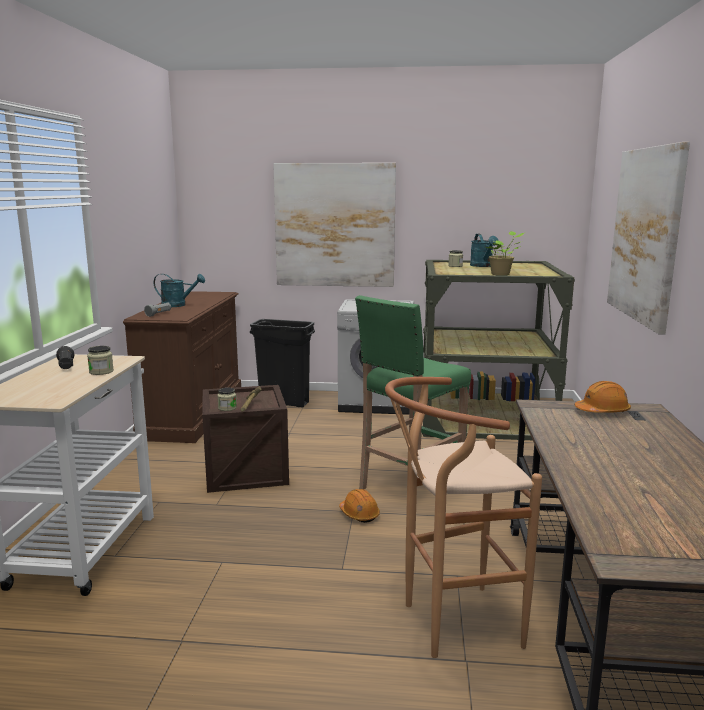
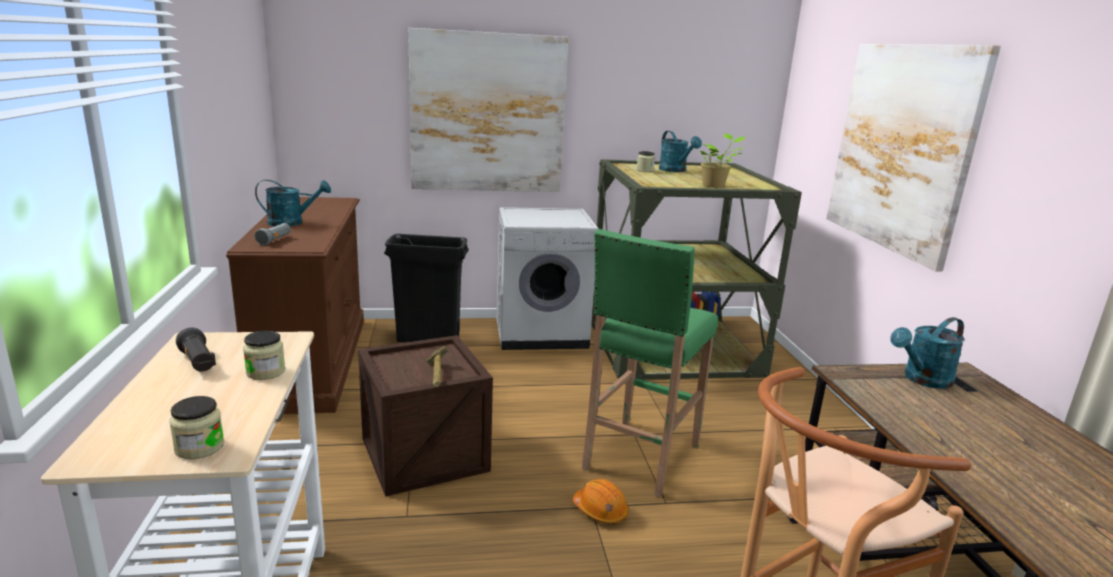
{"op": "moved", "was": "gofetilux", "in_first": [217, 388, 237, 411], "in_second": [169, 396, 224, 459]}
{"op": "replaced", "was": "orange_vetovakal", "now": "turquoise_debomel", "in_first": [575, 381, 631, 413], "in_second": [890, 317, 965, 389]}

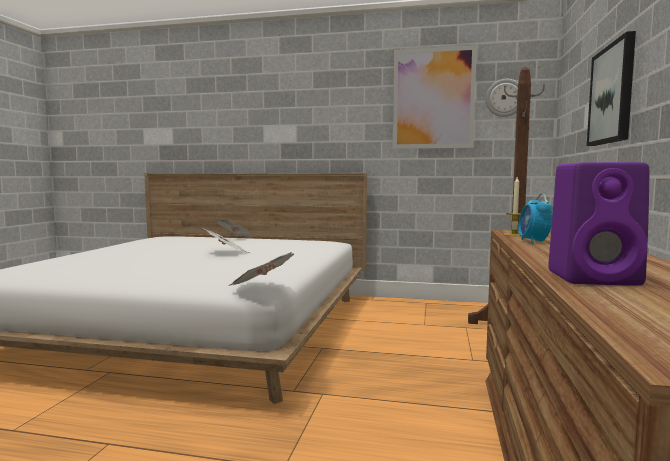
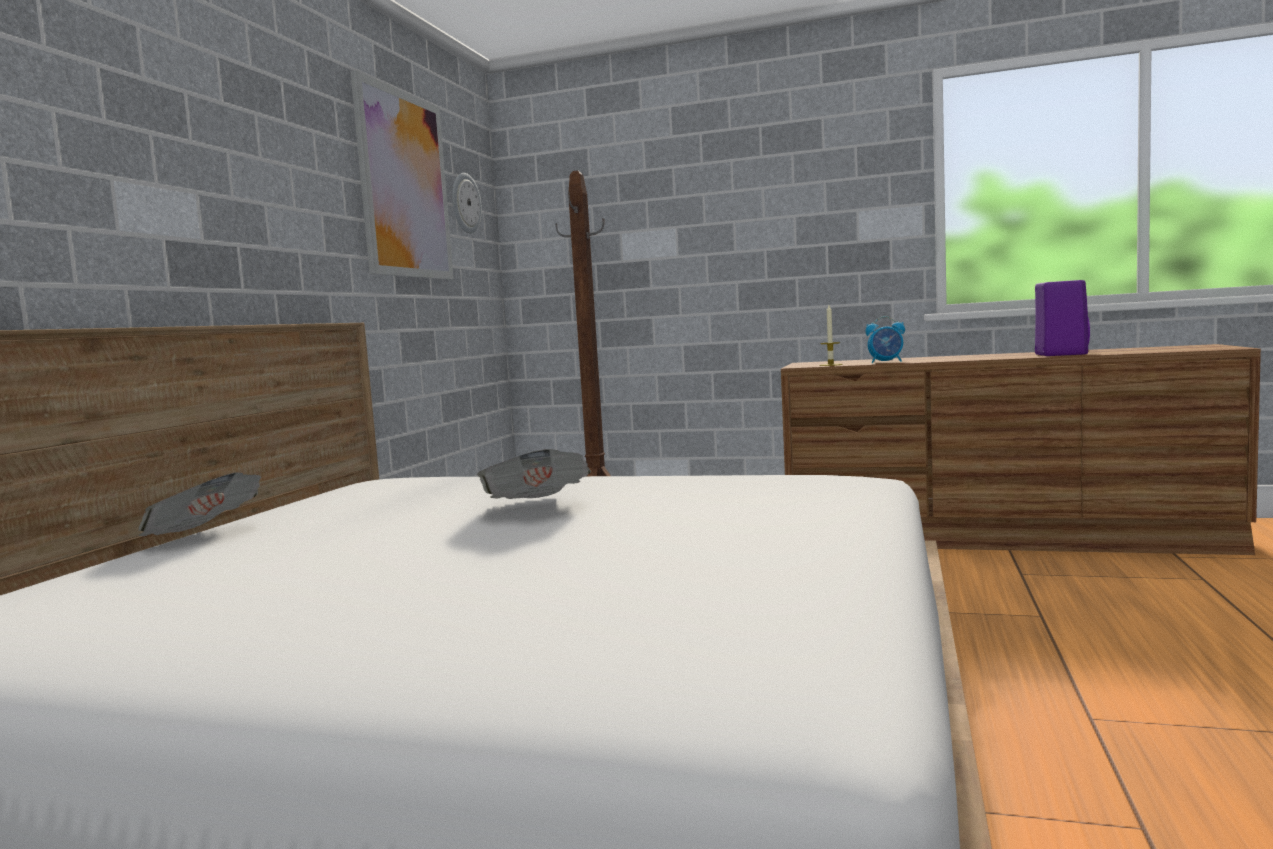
{"op": "removed", "was": "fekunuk", "in_first": [228, 252, 294, 286]}
{"op": "removed", "was": "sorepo", "in_first": [587, 31, 636, 146]}

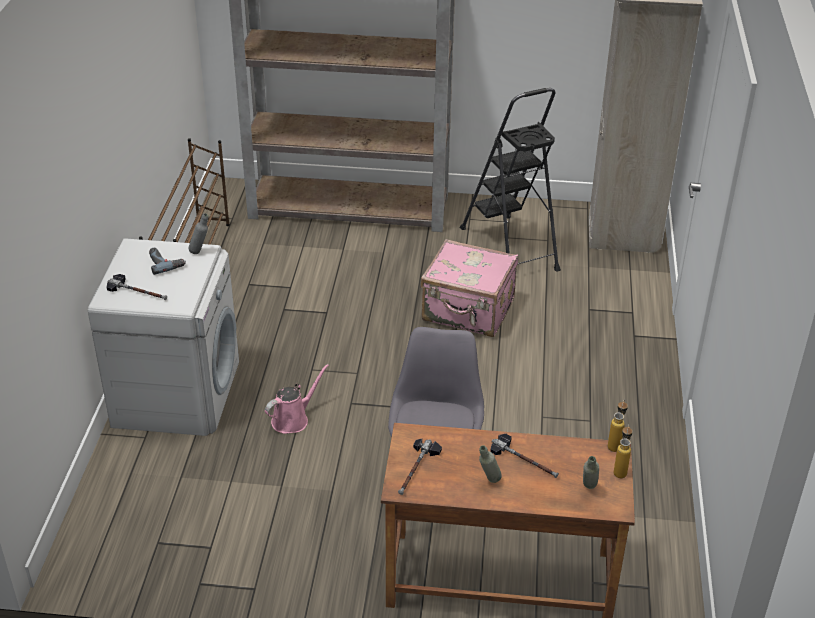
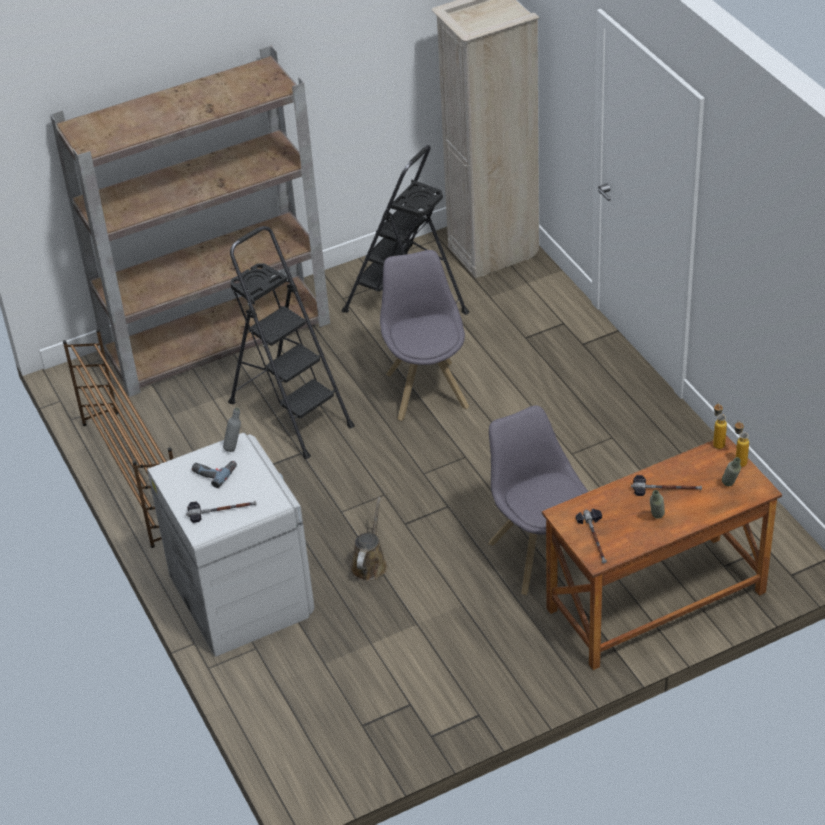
{"op": "added", "now": "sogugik", "in_second": [228, 226, 355, 459]}
{"op": "replaced", "was": "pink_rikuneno", "now": "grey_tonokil", "in_first": [421, 239, 518, 337], "in_second": [380, 250, 469, 421]}
{"op": "recoloured", "was": "pink_debomel", "now": "brown_debomel", "in_first": [265, 364, 329, 434], "in_second": [350, 497, 388, 581]}

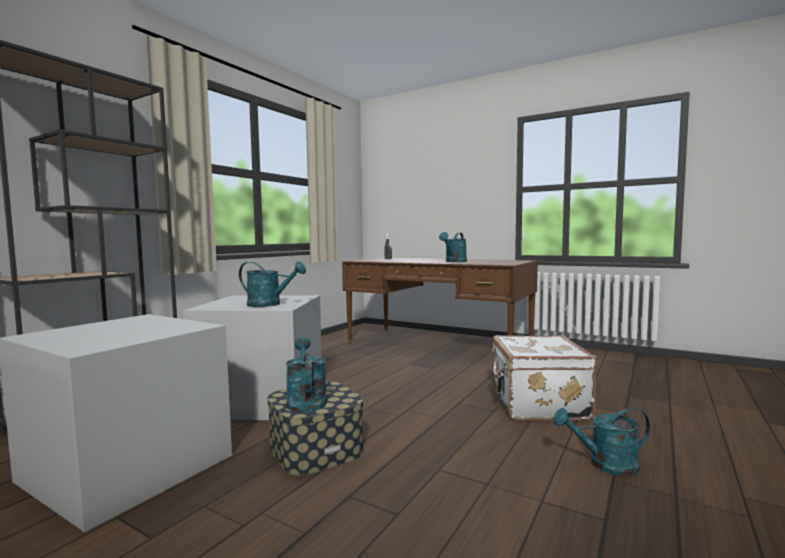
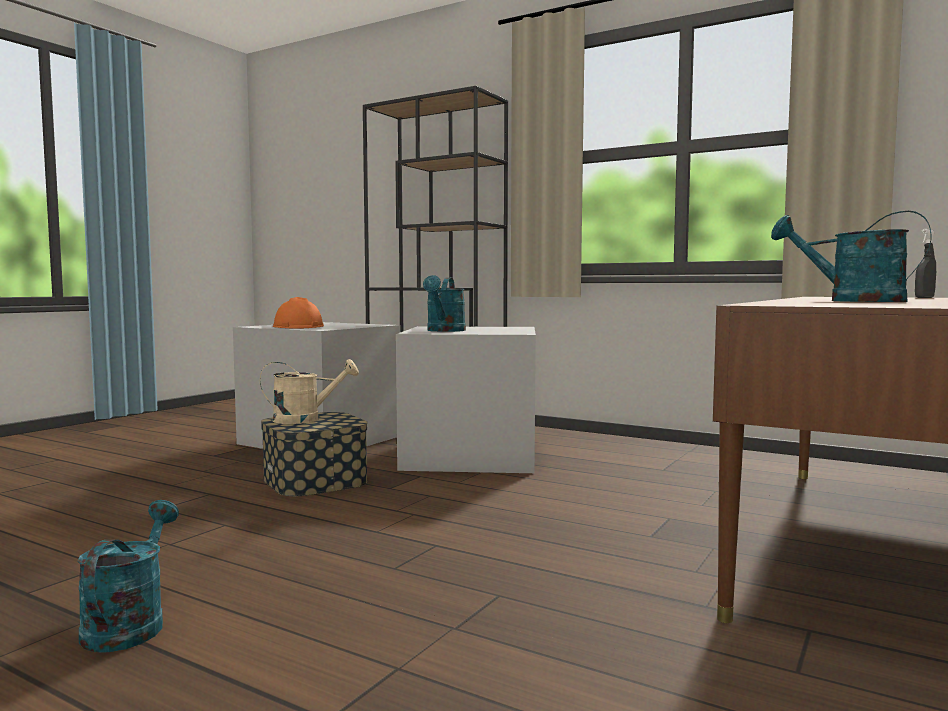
{"op": "removed", "was": "white_rikuneno", "in_first": [491, 335, 597, 420]}
{"op": "added", "now": "orange_vetovakal", "in_second": [273, 297, 324, 329]}
{"op": "recoloured", "was": "turquoise_debomel", "now": "beige_debomel", "in_first": [286, 337, 327, 412], "in_second": [260, 359, 359, 424]}

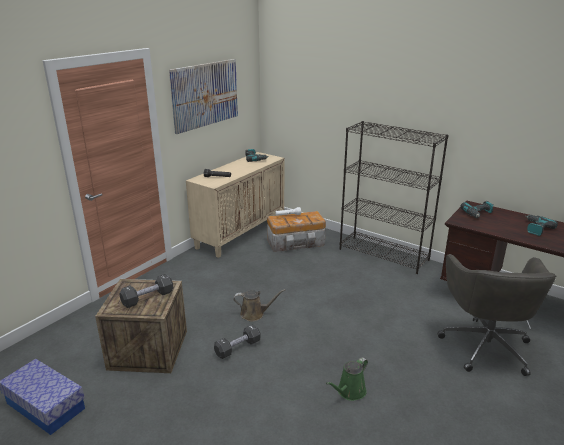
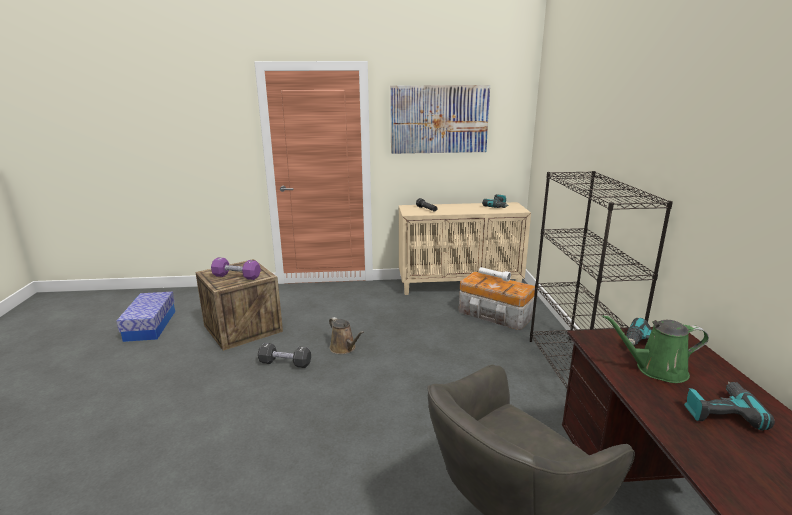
{"op": "moved", "was": "green_debomel", "in_first": [326, 357, 368, 401], "in_second": [603, 314, 709, 383]}
{"op": "recoloured", "was": "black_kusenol", "now": "purple_kusenol", "in_first": [119, 274, 173, 308], "in_second": [211, 257, 261, 280]}

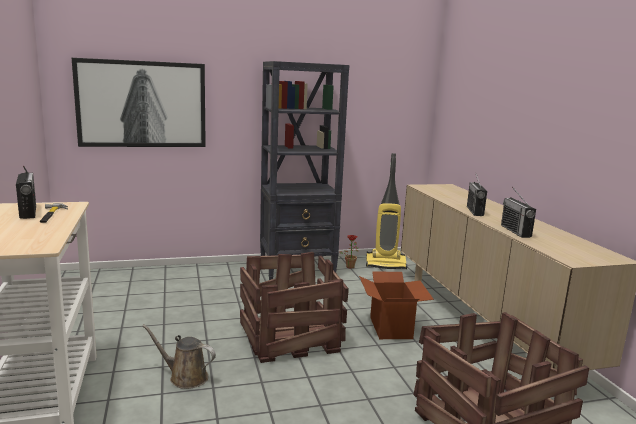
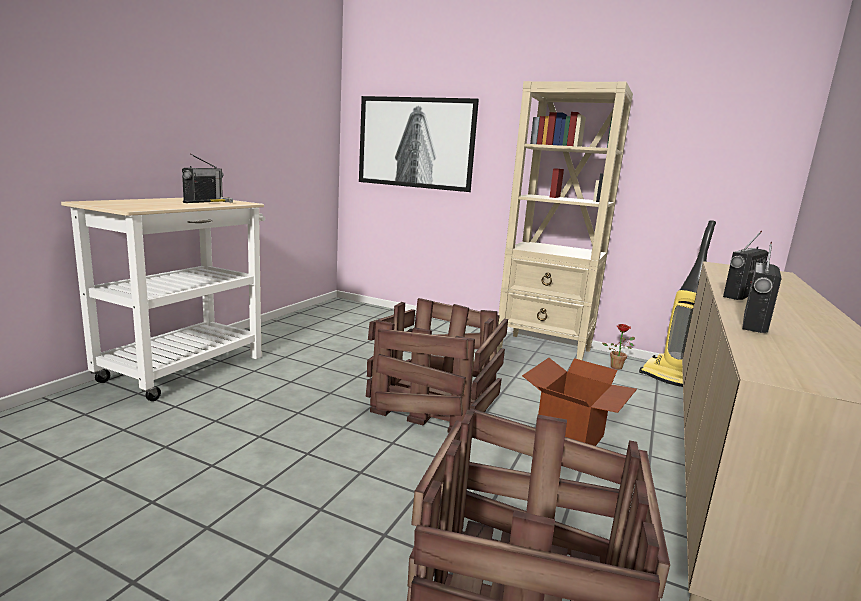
{"op": "removed", "was": "brown_debomel", "in_first": [142, 324, 216, 389]}
{"op": "recoloured", "was": "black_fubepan", "now": "beige_fubepan", "in_first": [260, 61, 350, 280], "in_second": [497, 81, 633, 361]}

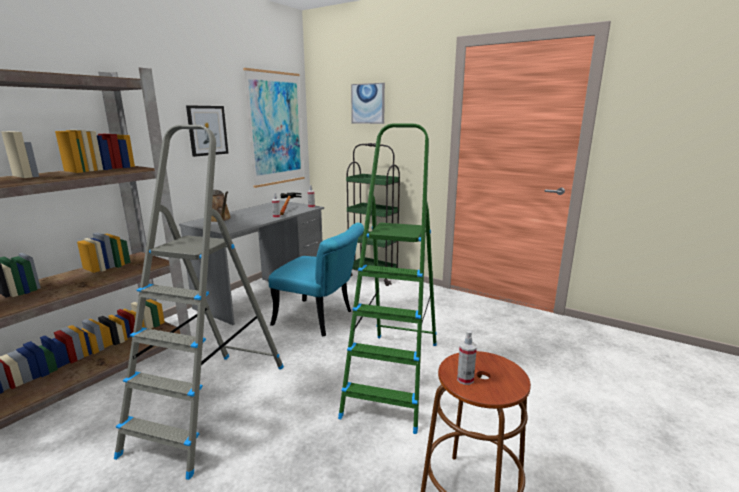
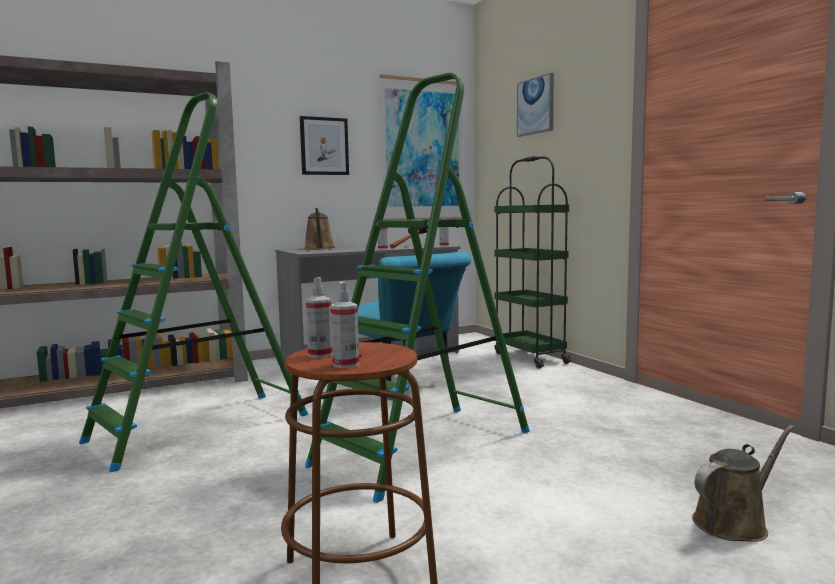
{"op": "added", "now": "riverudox", "in_second": [331, 282, 359, 368]}
{"op": "added", "now": "brown_debomel", "in_second": [692, 425, 795, 542]}
{"op": "recoloured", "was": "grey_sogugik", "now": "green_sogugik", "in_first": [114, 125, 284, 480], "in_second": [79, 92, 308, 472]}

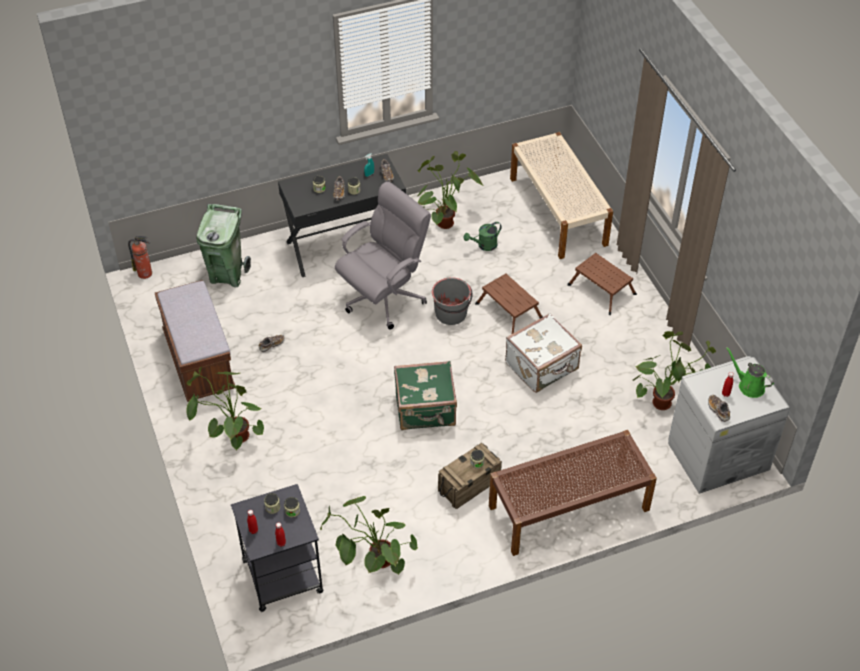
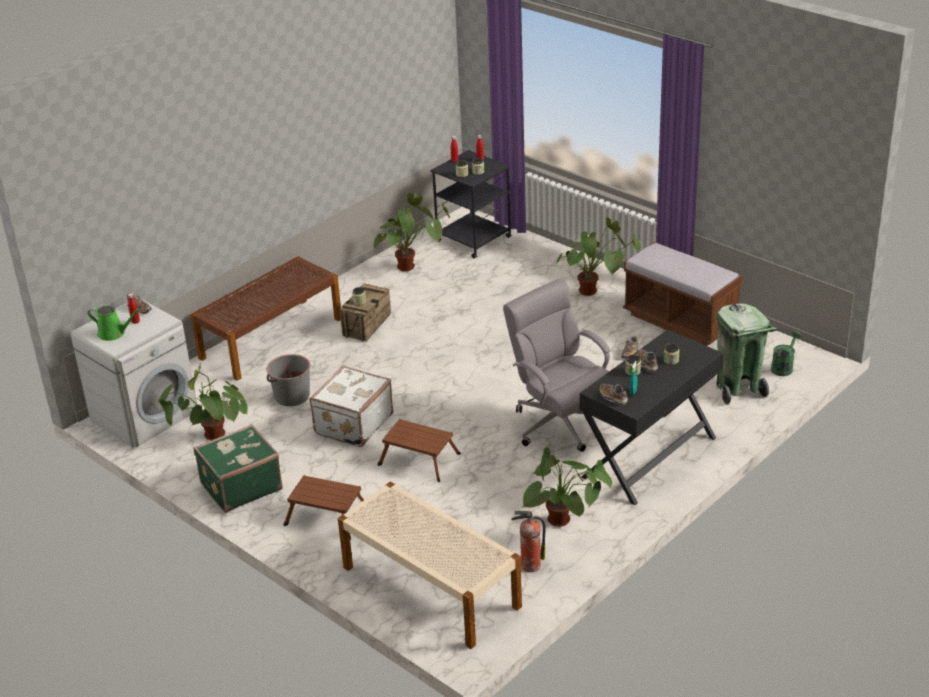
{"op": "moved", "was": "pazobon", "in_first": [128, 236, 152, 279], "in_second": [511, 511, 546, 572]}
{"op": "moved", "was": "green_rikuneno", "in_first": [394, 361, 457, 430], "in_second": [193, 424, 283, 513]}
{"op": "moved", "was": "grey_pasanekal", "in_first": [432, 277, 473, 325], "in_second": [267, 354, 310, 406]}
{"op": "moved", "was": "green_debomel", "in_first": [463, 222, 501, 251], "in_second": [771, 331, 801, 376]}
{"op": "turned", "was": "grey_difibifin", "in_first": [335, 181, 431, 329], "in_second": [503, 279, 610, 452], "clockwise": 120}

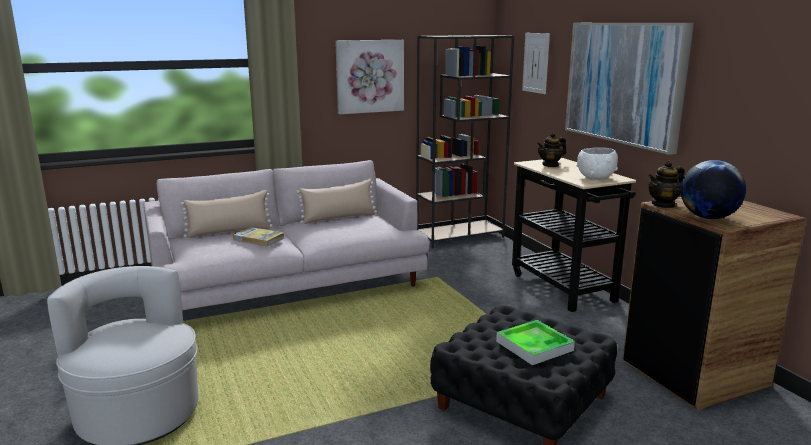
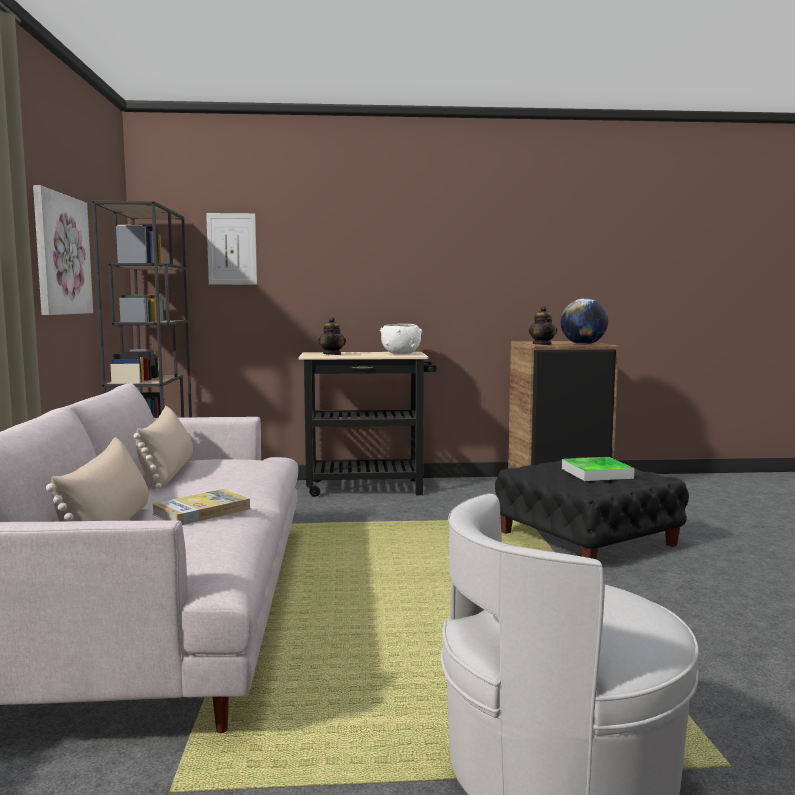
{"op": "removed", "was": "sorepo", "in_first": [565, 23, 694, 155]}

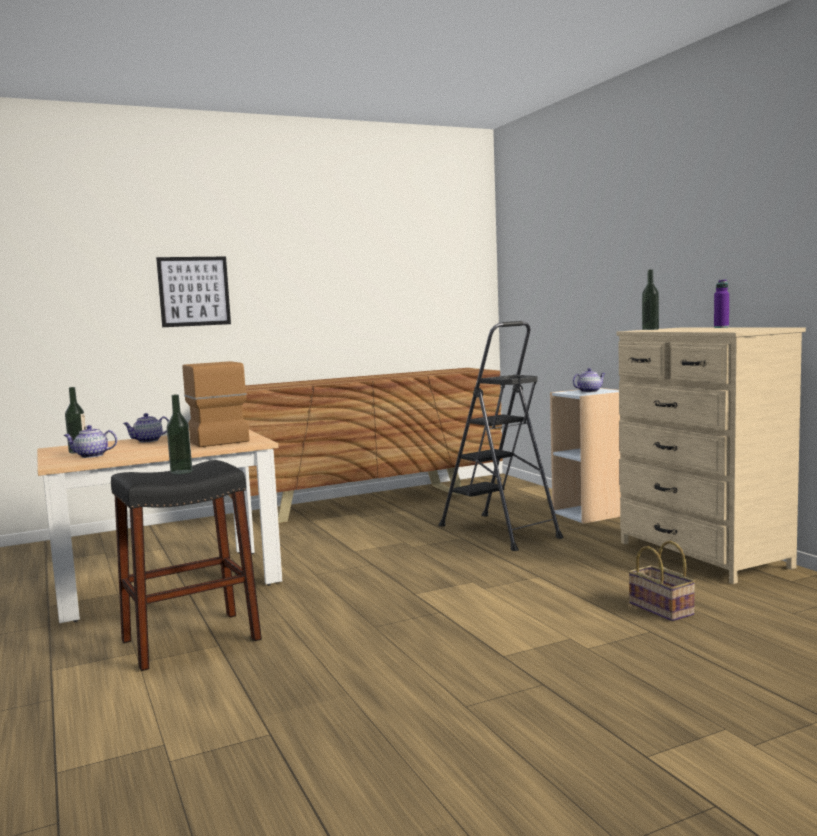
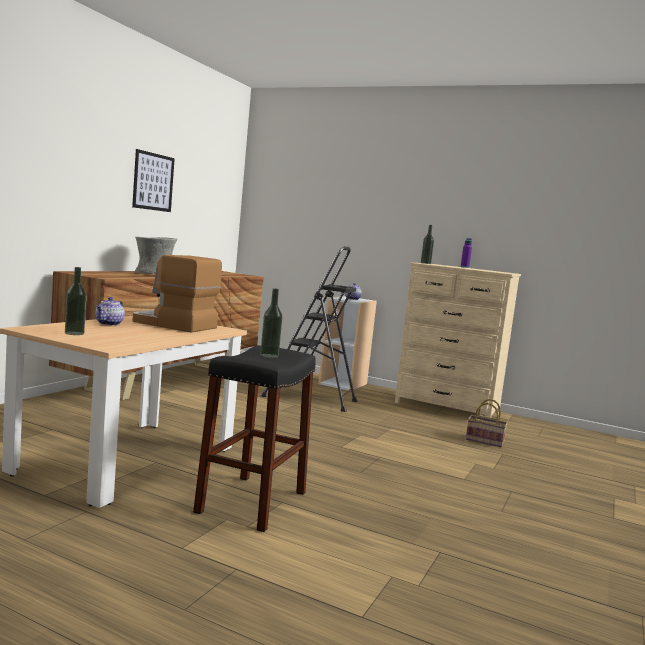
{"op": "removed", "was": "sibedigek", "in_first": [64, 425, 117, 458]}
{"op": "added", "now": "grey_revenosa", "in_second": [134, 237, 177, 274]}
{"op": "moved", "was": "sorepo", "in_first": [156, 257, 231, 327], "in_second": [132, 149, 175, 212]}

